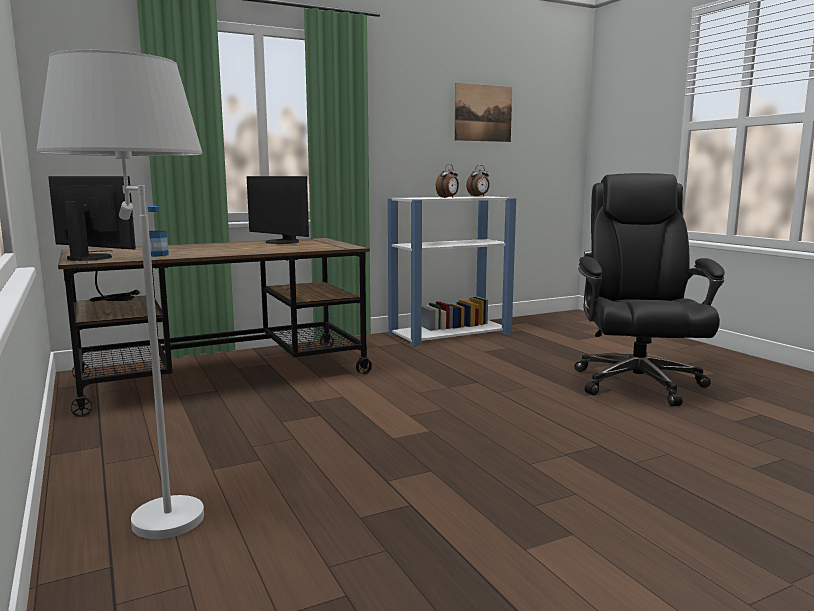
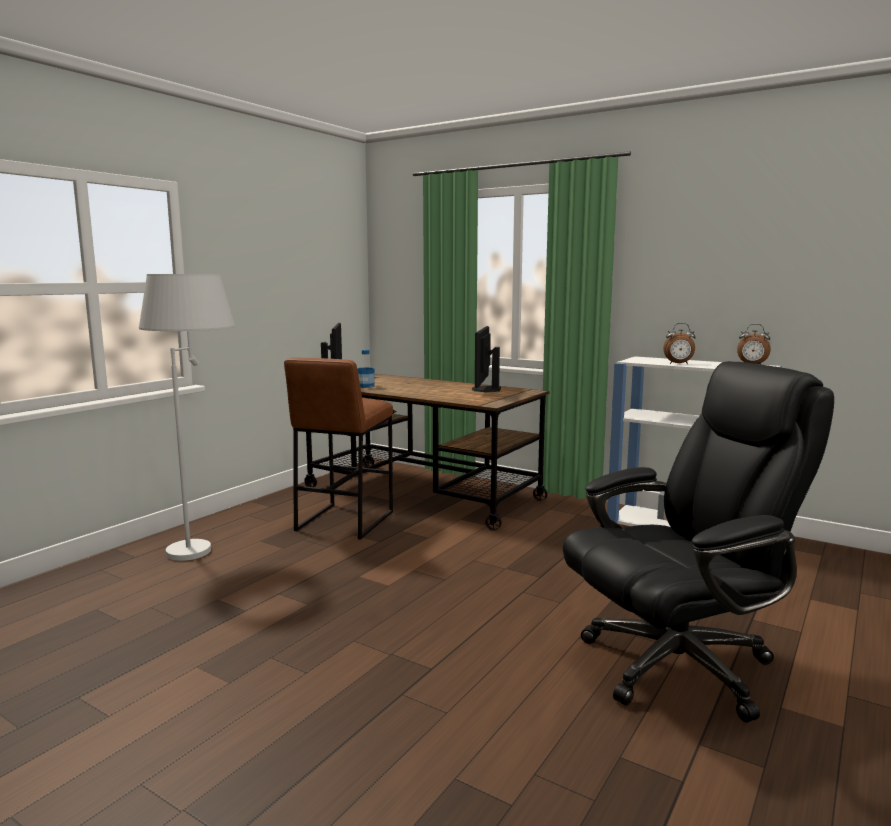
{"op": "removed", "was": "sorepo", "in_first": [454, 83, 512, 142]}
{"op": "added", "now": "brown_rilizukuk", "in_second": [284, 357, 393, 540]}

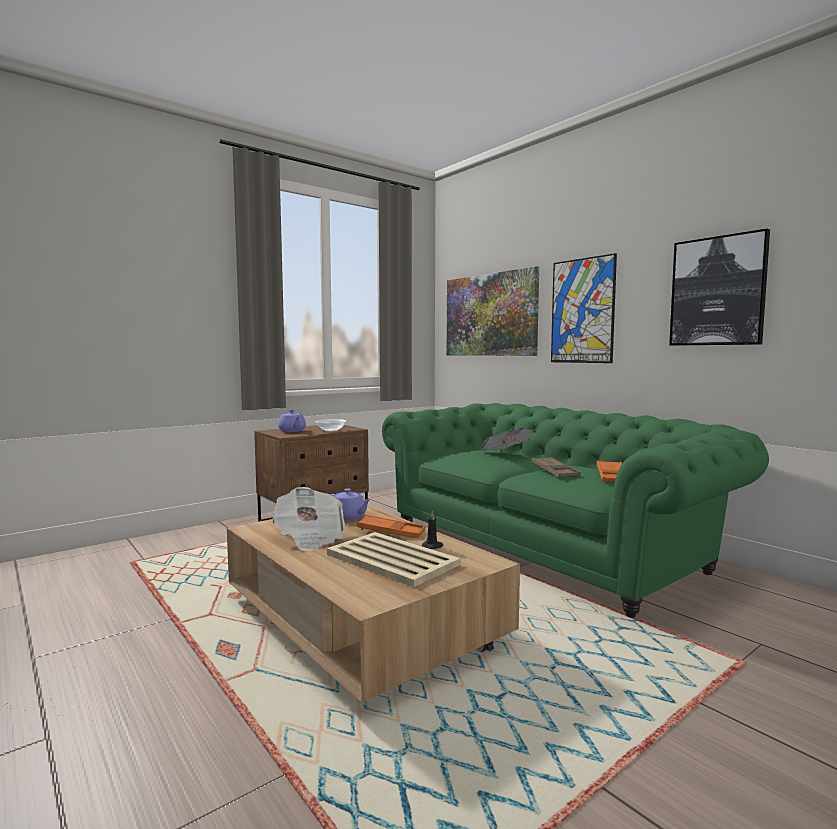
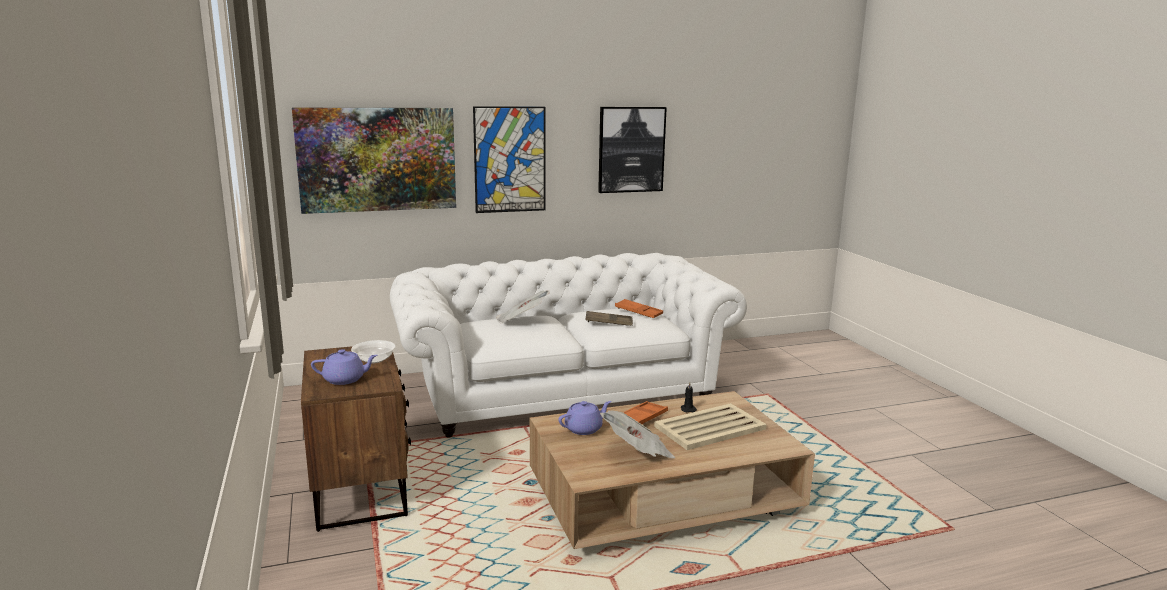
{"op": "recoloured", "was": "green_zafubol", "now": "white_zafubol", "in_first": [382, 403, 769, 618], "in_second": [390, 253, 747, 438]}

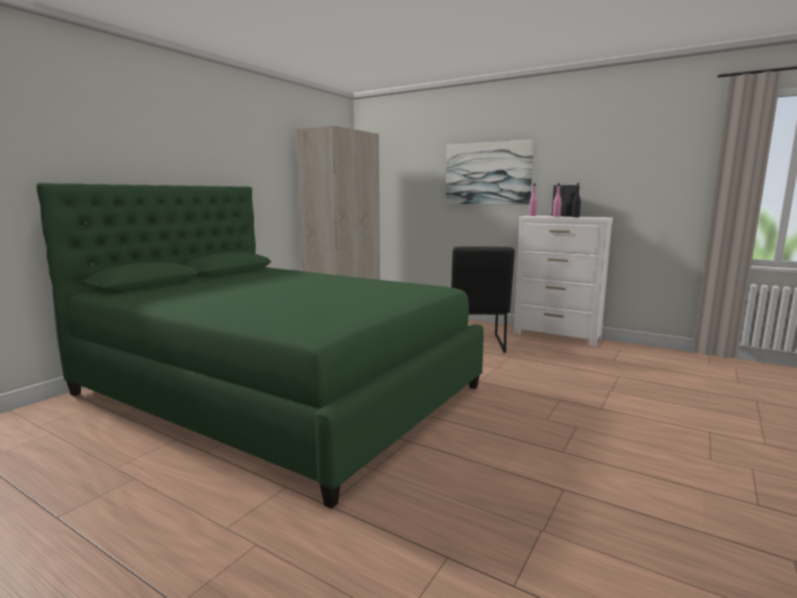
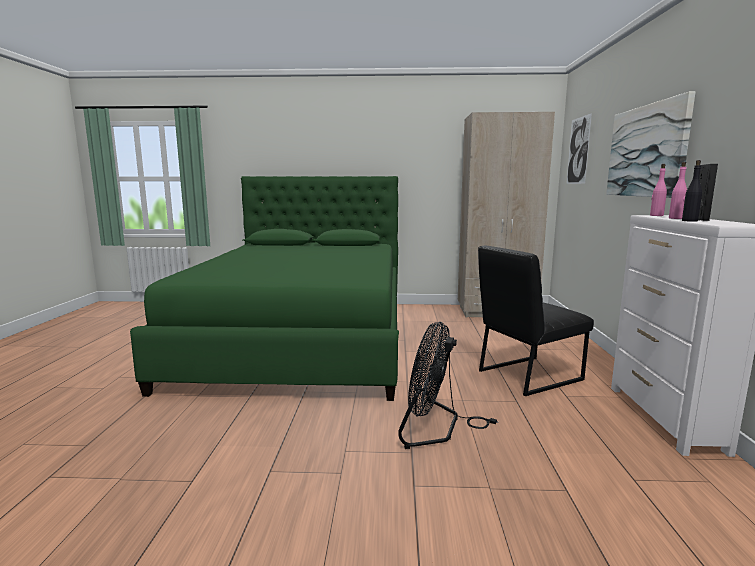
{"op": "added", "now": "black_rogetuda", "in_second": [398, 322, 499, 449]}
{"op": "added", "now": "sorepo", "in_second": [566, 113, 592, 184]}

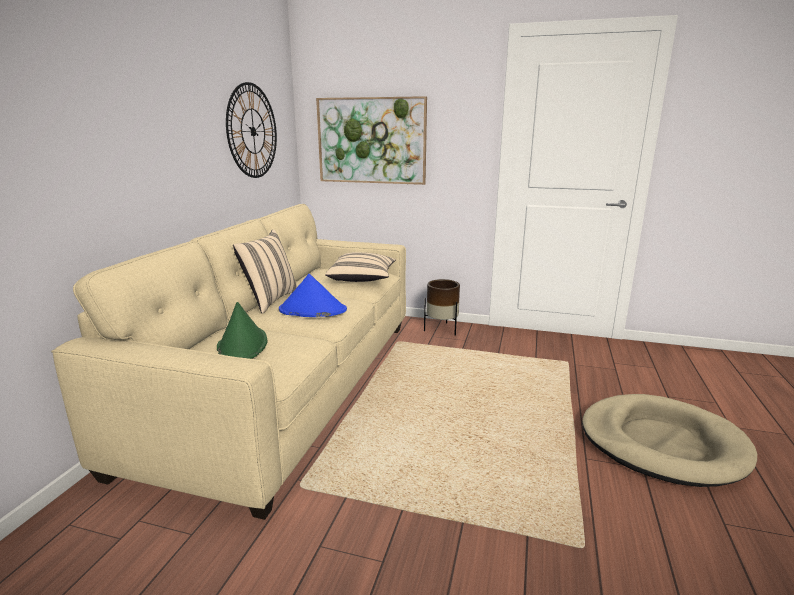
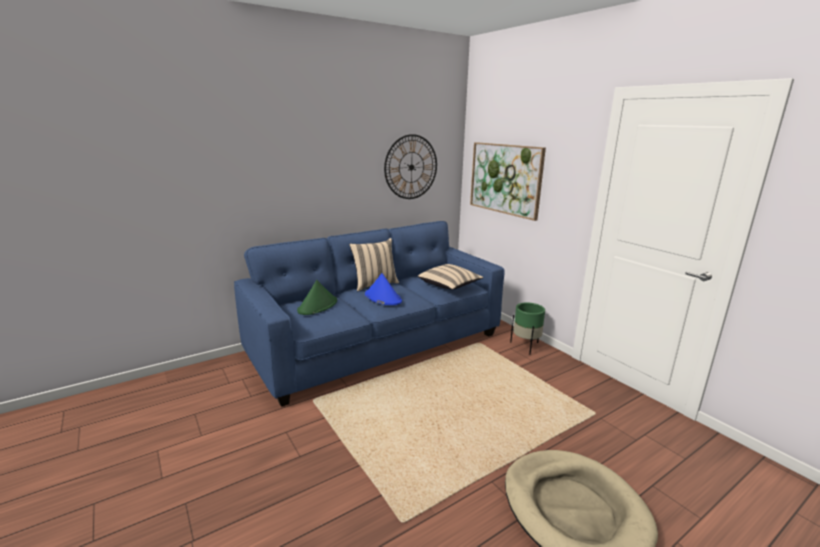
{"op": "recoloured", "was": "beige_zafubol", "now": "blue_zafubol", "in_first": [51, 204, 406, 520], "in_second": [234, 221, 505, 407]}
{"op": "recoloured", "was": "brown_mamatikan", "now": "green_mamatikan", "in_first": [424, 279, 460, 336], "in_second": [510, 302, 545, 355]}

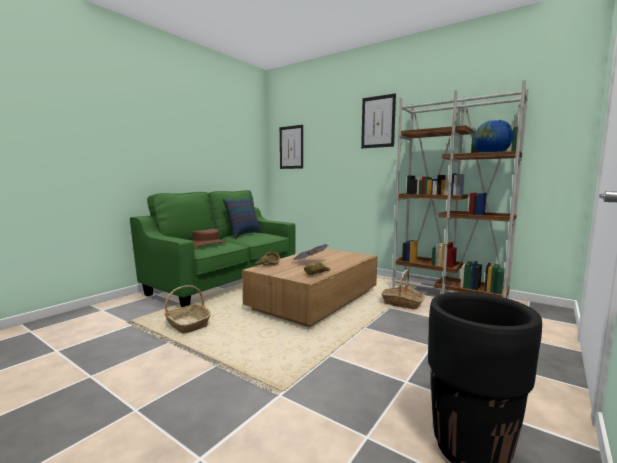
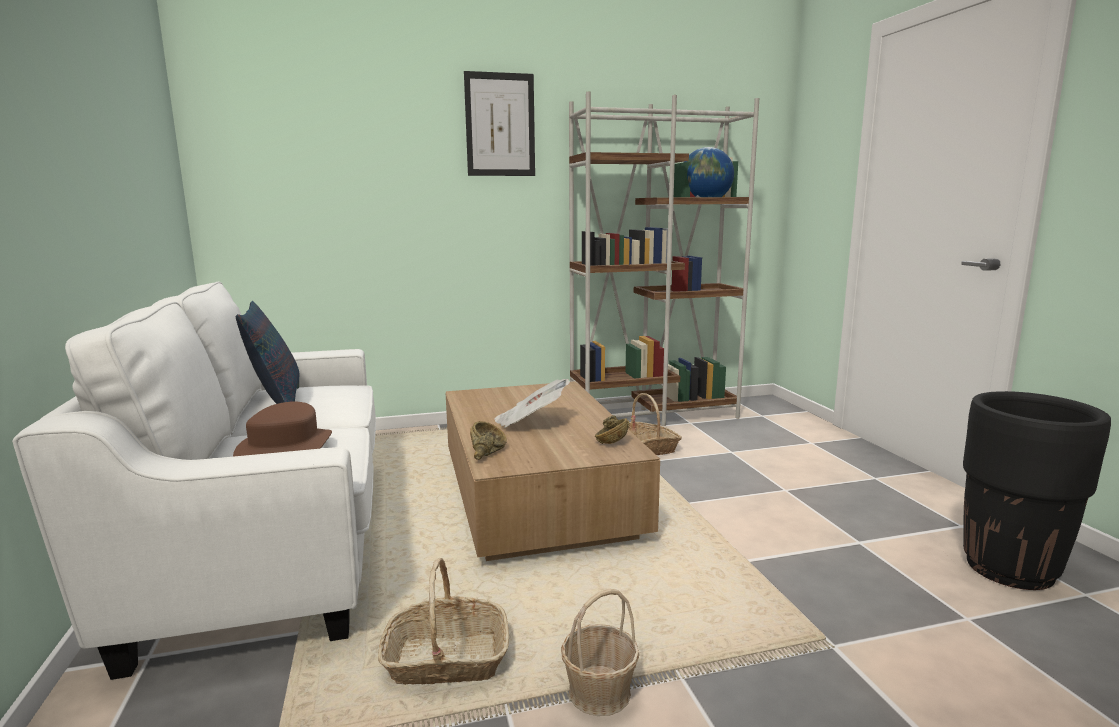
{"op": "removed", "was": "sorepo", "in_first": [280, 125, 303, 169]}
{"op": "added", "now": "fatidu", "in_second": [561, 589, 640, 716]}
{"op": "recoloured", "was": "green_zafubol", "now": "white_zafubol", "in_first": [130, 190, 295, 307], "in_second": [12, 282, 376, 680]}

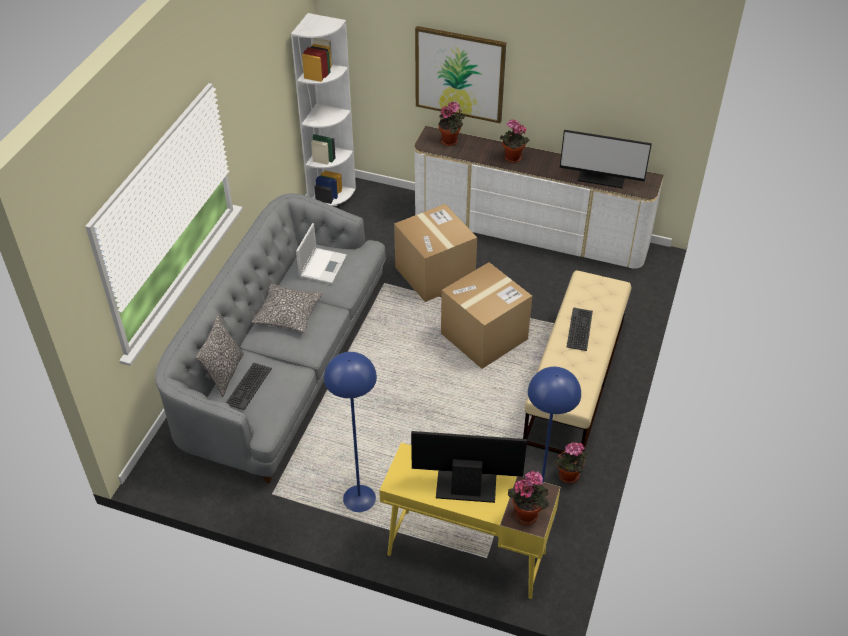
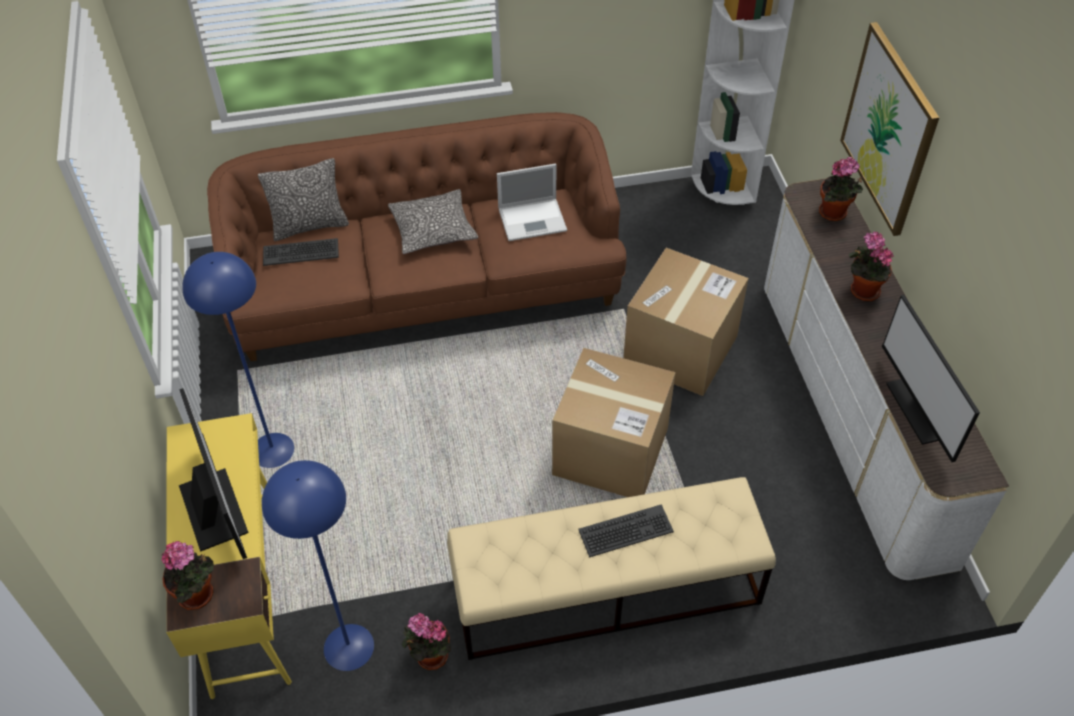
{"op": "recoloured", "was": "grey_zafubol", "now": "brown_zafubol", "in_first": [155, 193, 386, 484], "in_second": [207, 112, 627, 361]}

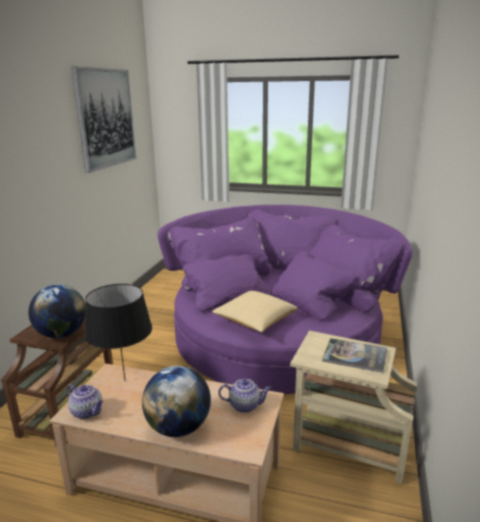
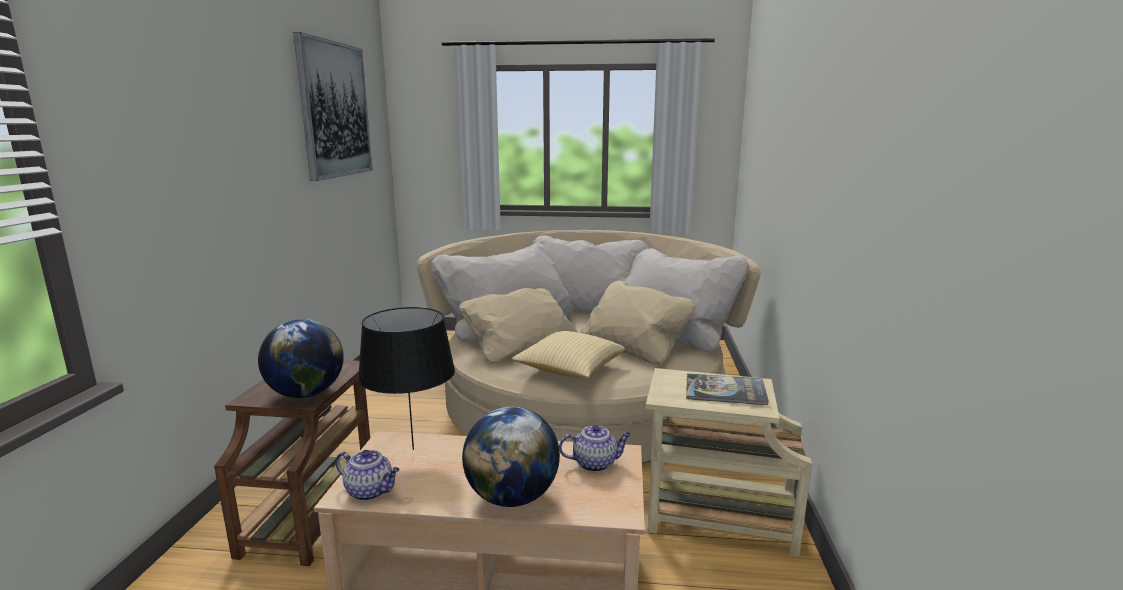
{"op": "recoloured", "was": "purple_zafubol", "now": "beige_zafubol", "in_first": [157, 205, 413, 394], "in_second": [417, 230, 761, 463]}

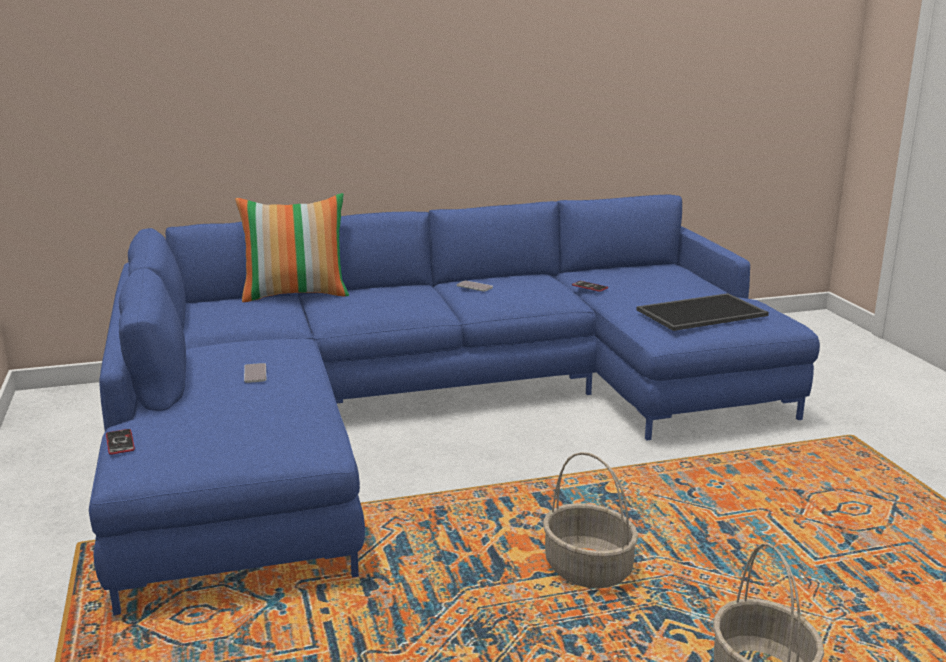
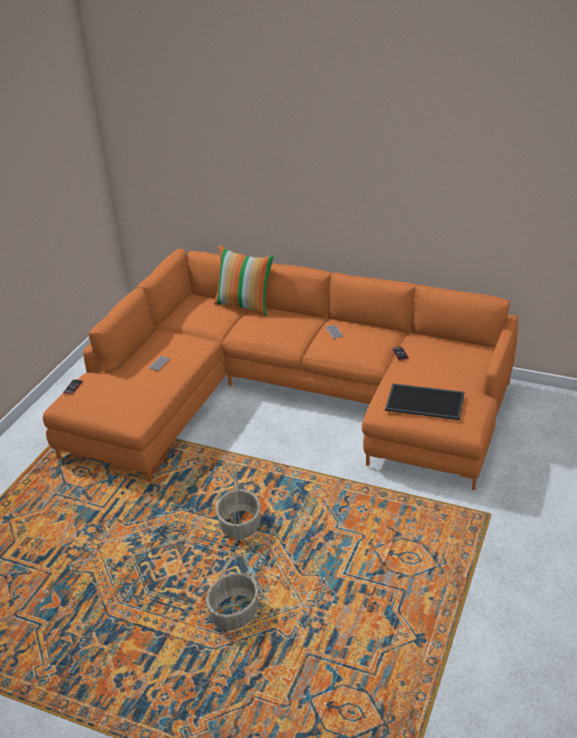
{"op": "recoloured", "was": "blue_zafubol", "now": "orange_zafubol", "in_first": [89, 195, 820, 615], "in_second": [43, 249, 518, 490]}

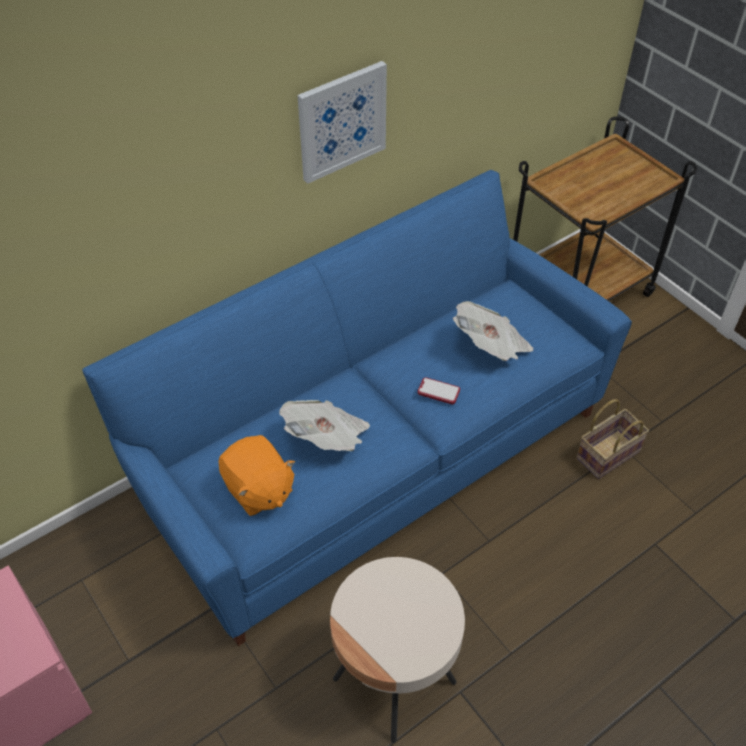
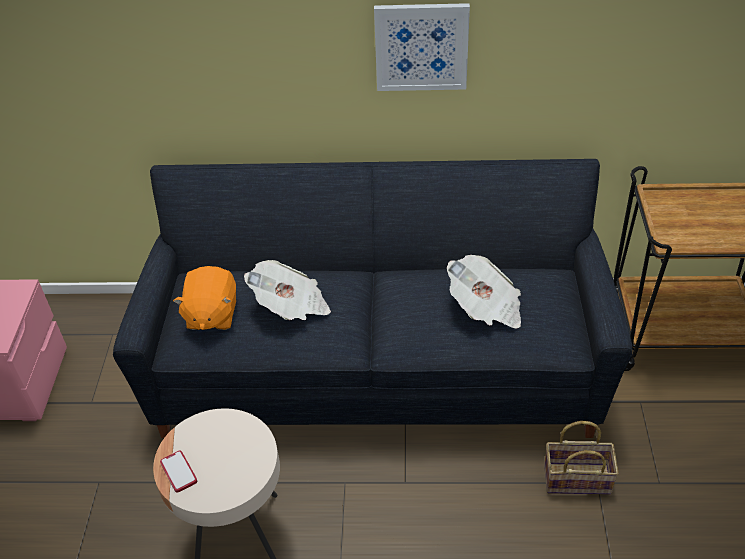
{"op": "moved", "was": "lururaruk", "in_first": [418, 377, 460, 404], "in_second": [160, 451, 197, 493]}
{"op": "recoloured", "was": "blue_zafubol", "now": "black_zafubol", "in_first": [82, 170, 632, 646], "in_second": [113, 159, 632, 438]}

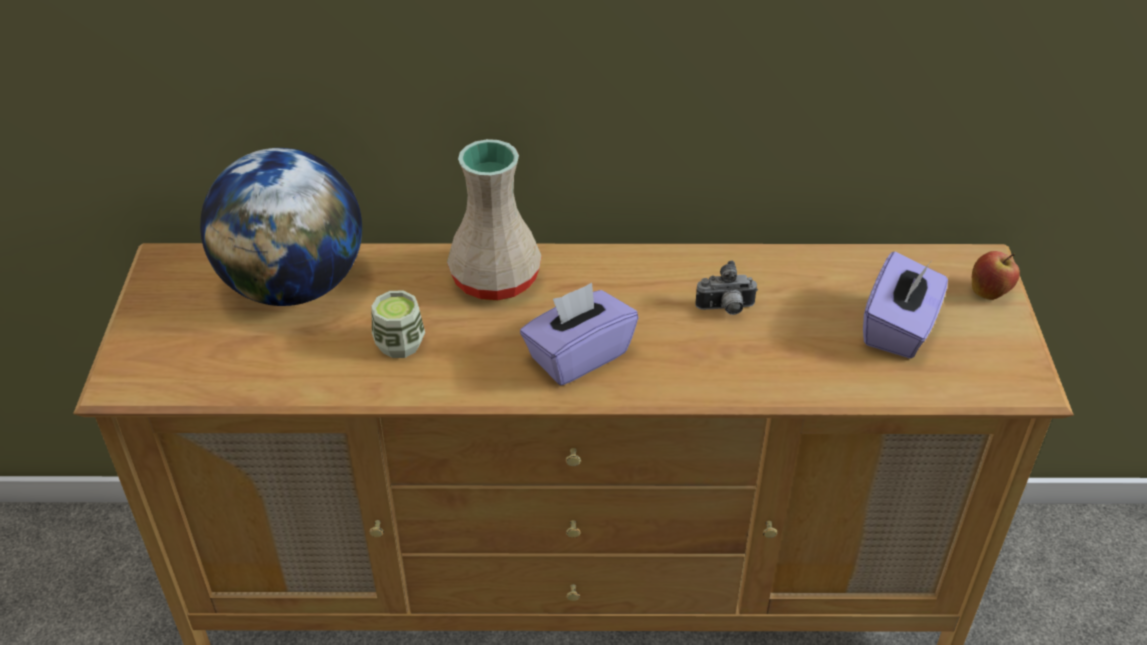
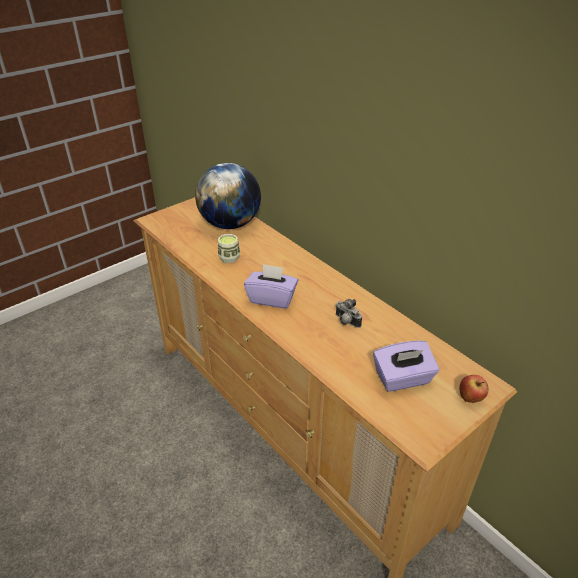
{"op": "removed", "was": "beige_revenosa", "in_first": [447, 139, 541, 301]}

